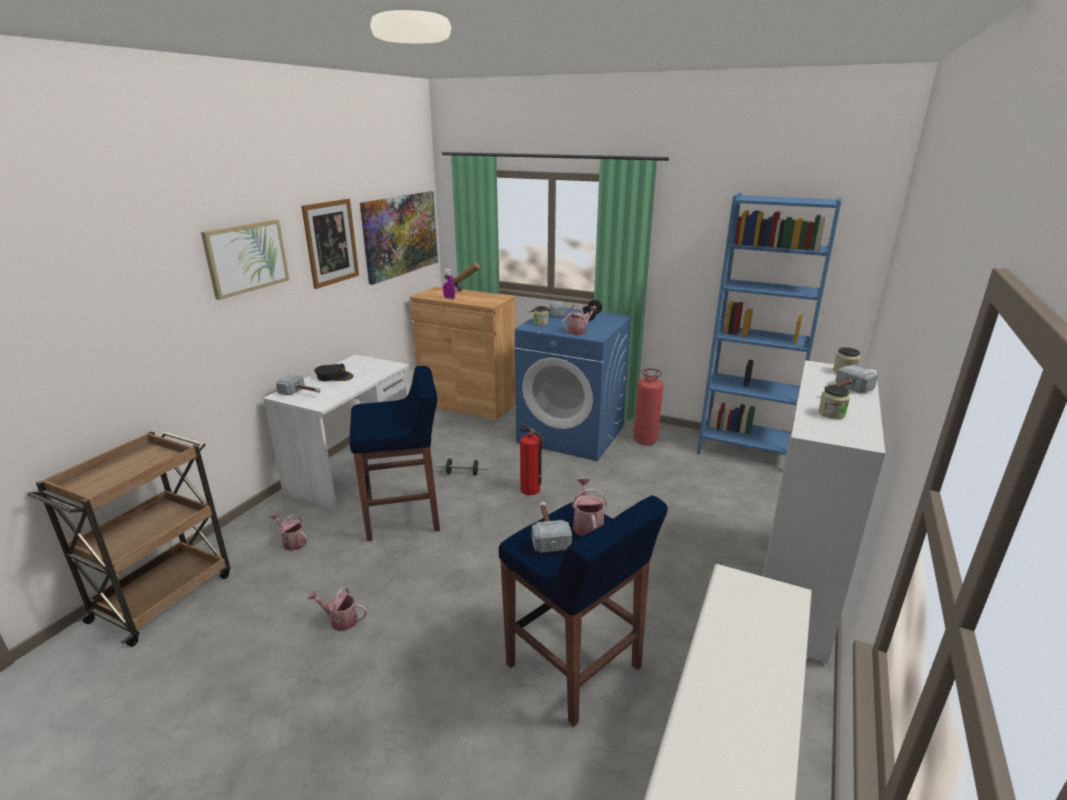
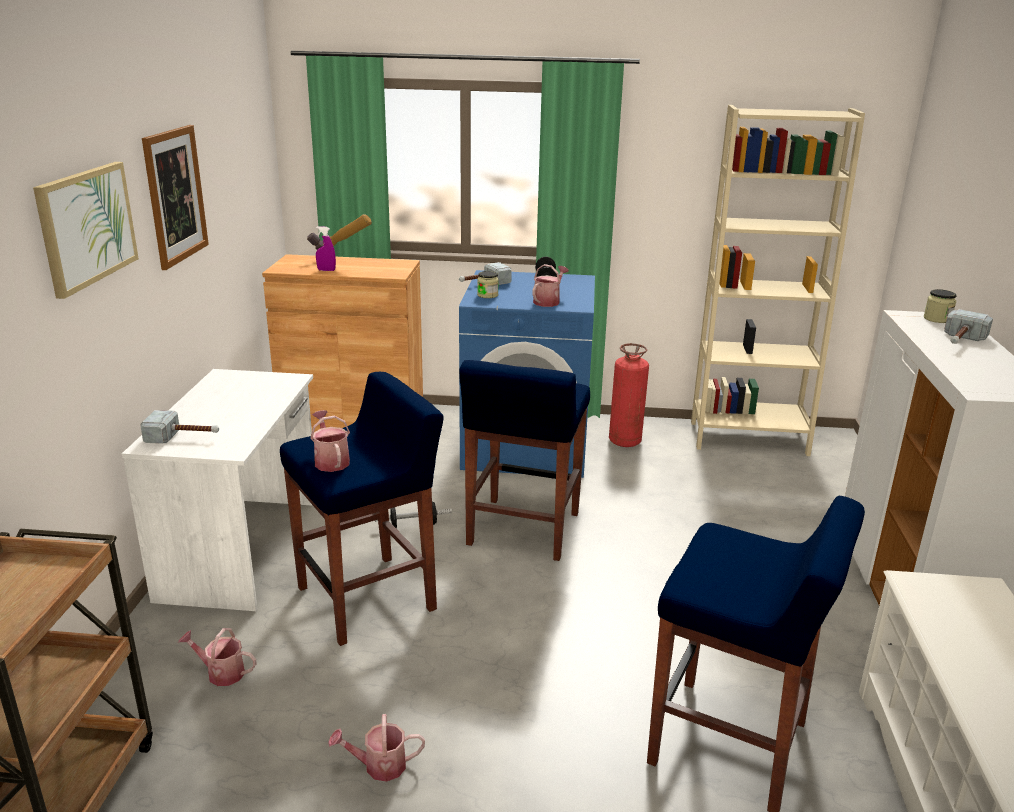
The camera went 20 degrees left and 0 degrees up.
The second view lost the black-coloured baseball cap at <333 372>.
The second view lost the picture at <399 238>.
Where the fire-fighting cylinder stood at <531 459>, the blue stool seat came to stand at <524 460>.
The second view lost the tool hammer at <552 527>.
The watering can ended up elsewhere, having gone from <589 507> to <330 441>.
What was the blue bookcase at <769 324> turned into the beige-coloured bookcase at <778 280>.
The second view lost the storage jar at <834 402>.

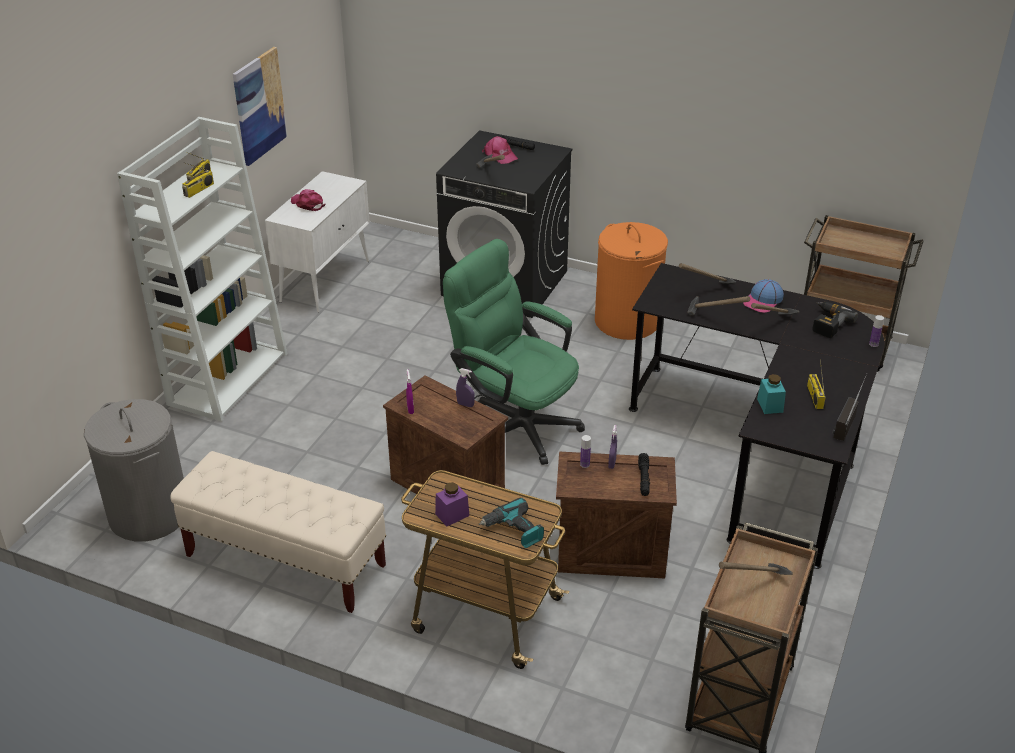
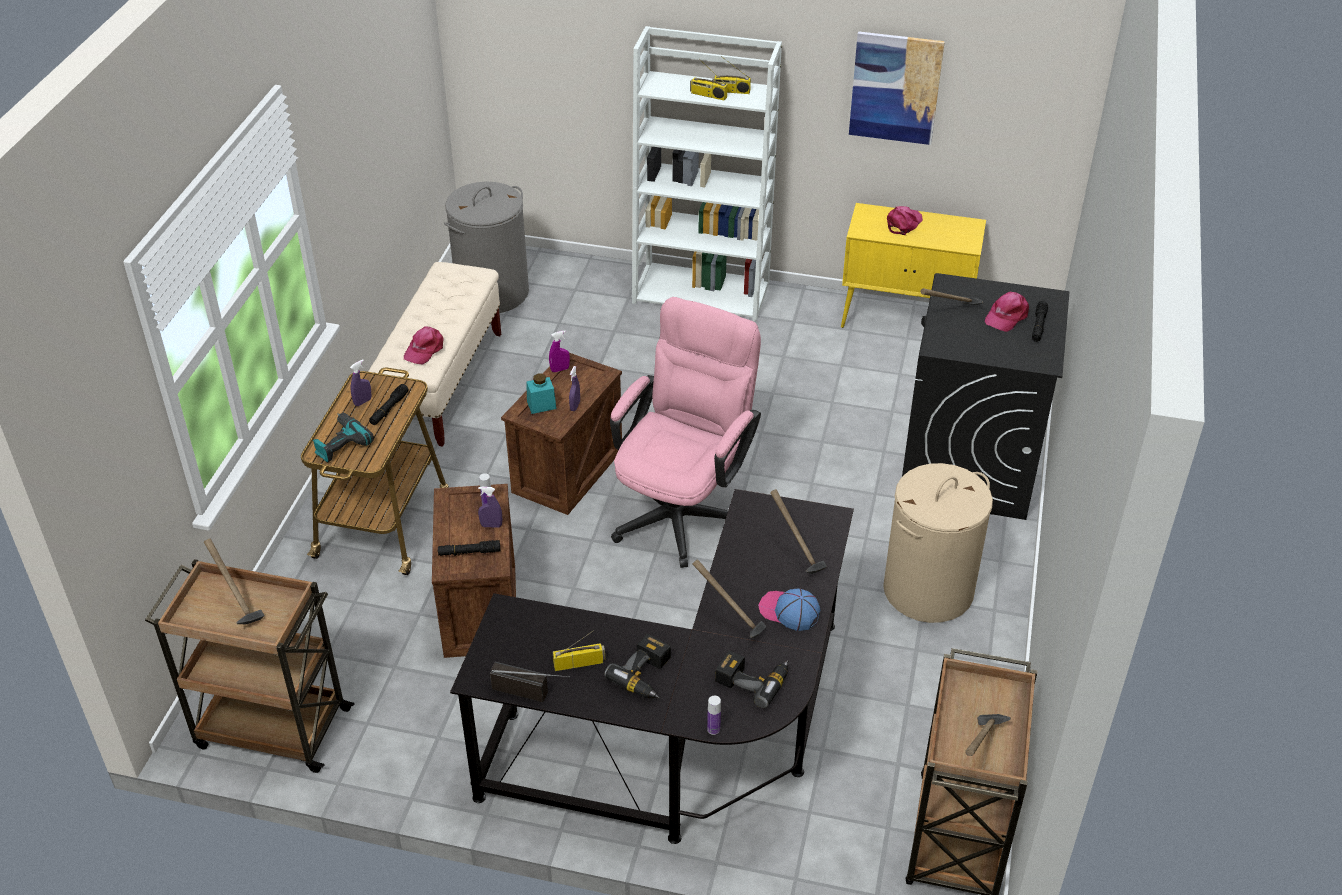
The camera went 80 degrees right and 5 degrees up.
What was the whitish cabinet at <317 242> turned into the yellow-coloured cabinet at <913 265>.
Where the purplish storage jar stood at <452 504>, the purplish spray bottle came to stand at <360 382>.
What was the green office chair at <514 352> turned into the pink-coloured office chair at <685 432>.
What was the orange-coloured washing basket at <631 281> turned into the beige-coloured washing basket at <938 543>.
The tool hammer ended up elsewhere, having gone from <718 305> to <988 735>.
The turquoise storage jar ended up elsewhere, having gone from <771 394> to <541 393>.
The second view gained the black-coloured torch at <389 404>.
The second view gained the pink-coloured baseball cap at <424 345>.
The second view gained the drill at <637 666>.

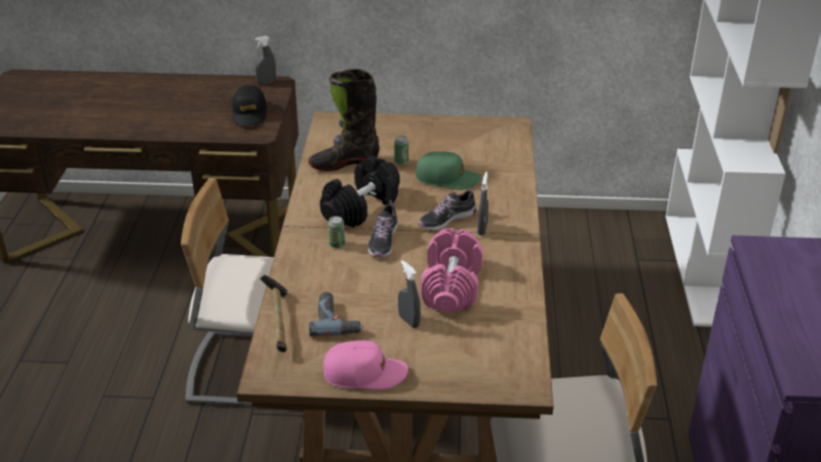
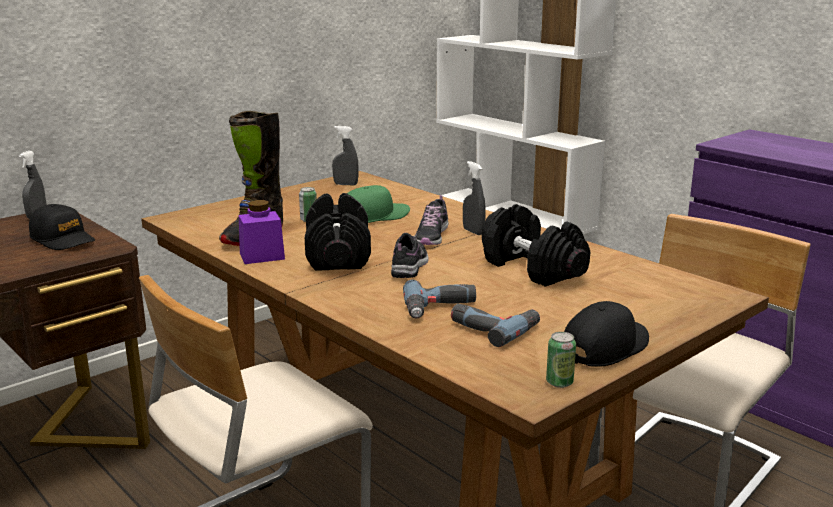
The camera went 45 degrees left and 15 degrees down.
The second view lost the tool hammer at <274 313>.
What was the pink-coloured baseball cap at <365 365> turned into the black-coloured baseball cap at <606 334>.
The can ended up elsewhere, having gone from <336 232> to <561 360>.
The shoe at <383 228> ended up facing another way, 135 degrees counterclockwise from before.
The gray spray bottle ended up elsewhere, having gone from <409 294> to <345 155>.
What was the pink-coloured free weight at <452 270> turned into the black-coloured free weight at <536 245>.
The second view gained the purplish storage jar at <262 232>.
The second view gained the drill at <439 299>.

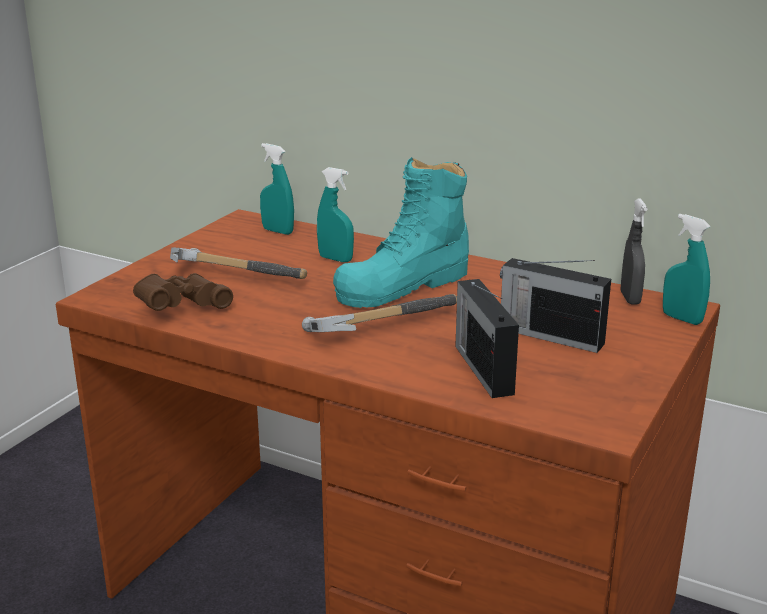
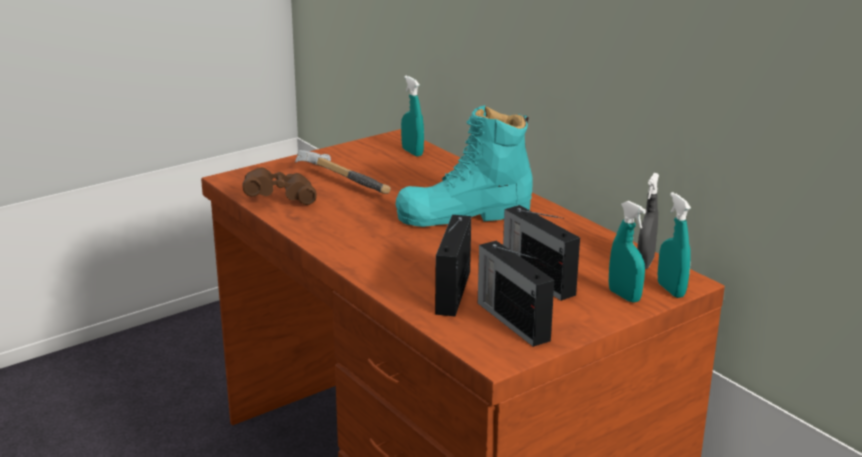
The camera went 25 degrees right and 0 degrees up.
The second view lost the tool hammer at <379 313>.
The turquoise spray bottle ended up elsewhere, having gone from <335 214> to <627 252>.
The second view gained the radio at <516 294>.

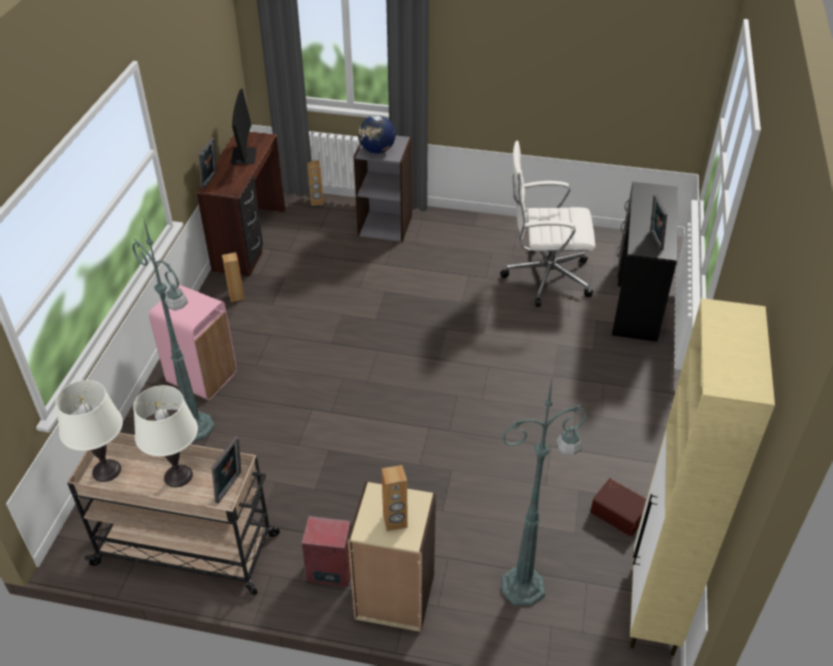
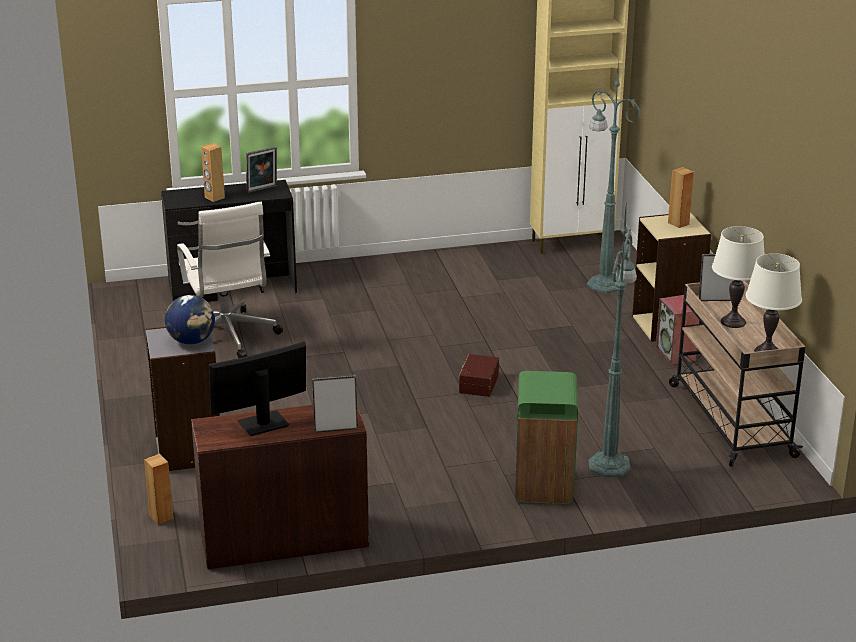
The camera went 115 degrees left and 15 degrees down.
What was the pink-coloured waste bin at <193 342> turned into the green waste bin at <546 437>.
The brown-coloured audio speaker ended up elsewhere, having gone from <233 277> to <213 172>.
The brown-coloured storage box ended up elsewhere, having gone from <618 507> to <479 375>.

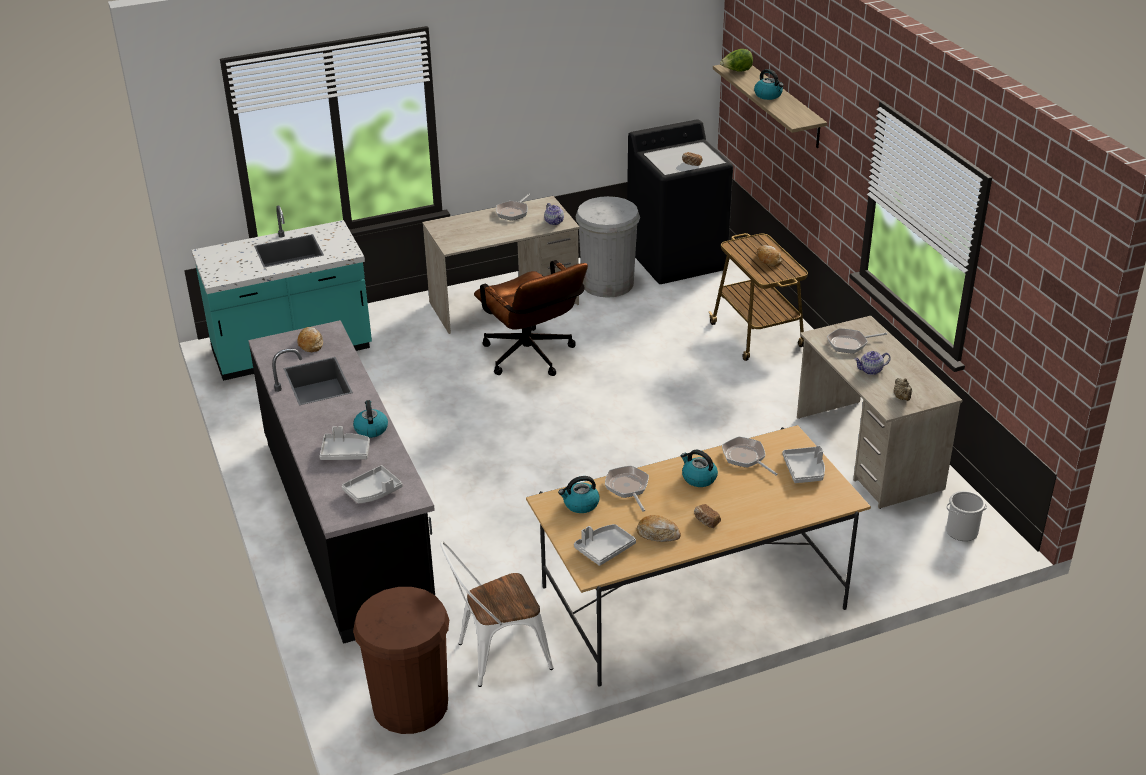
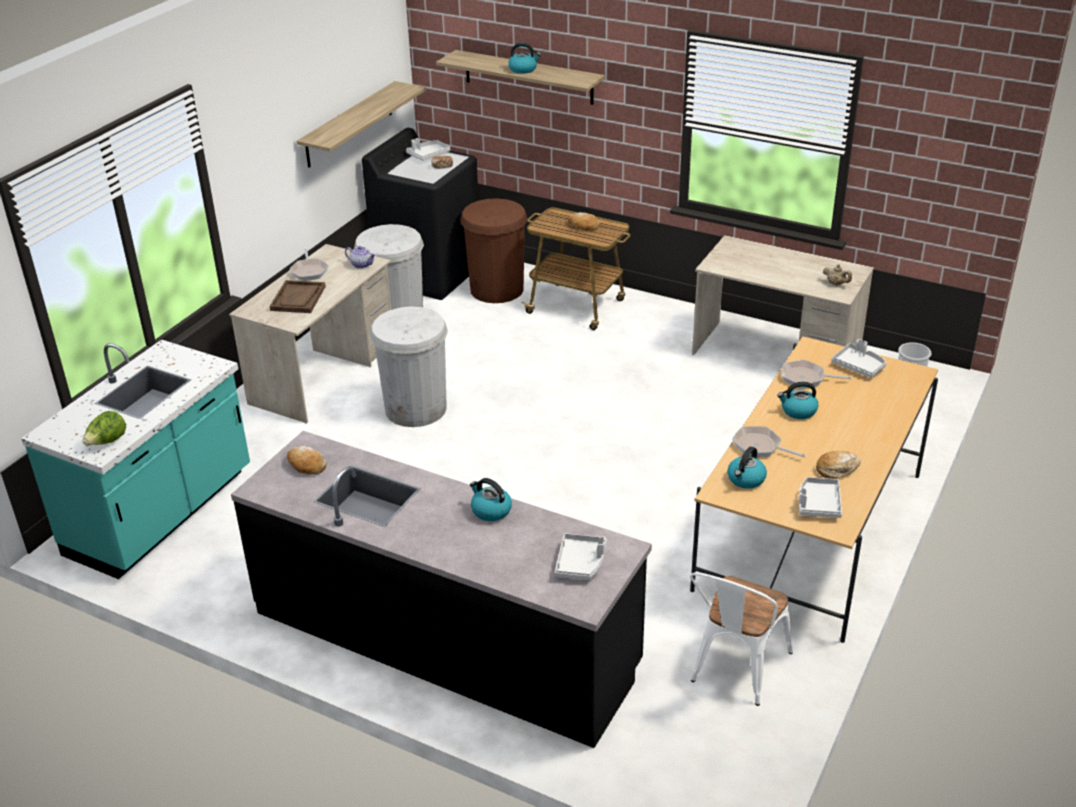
The camera went 40 degrees left and 0 degrees up.
The gray tray ended up elsewhere, having gone from <345 443> to <428 149>.
The brown-coloured waste bin ended up elsewhere, having gone from <401 660> to <494 250>.
Where the brown-coloured office chair stood at <531 318>, the whitish waste bin came to stand at <409 366>.
The second view lost the baked bread at <707 516>.
The lettuce head ended up elsewhere, having gone from <736 60> to <104 428>.
The second view lost the skillet at <857 341>.
The second view lost the teapot at <873 363>.
The second view gained the brown-coloured tray at <298 296>.
The second view gained the shelf at <361 124>.

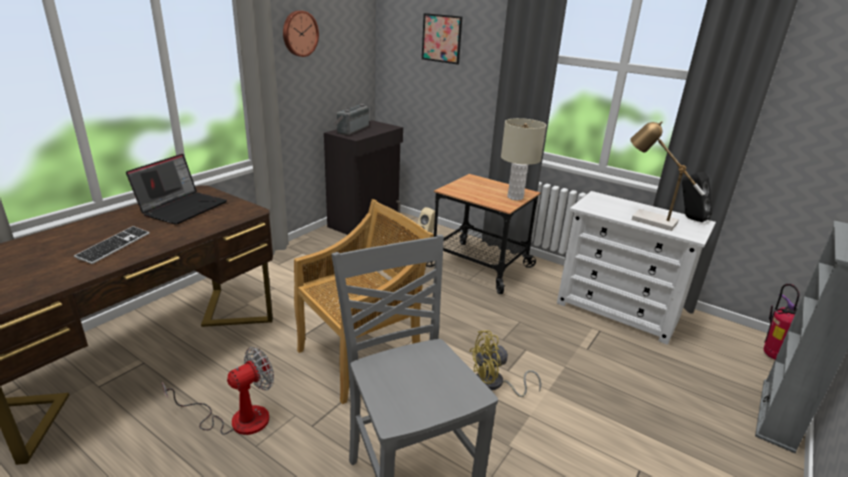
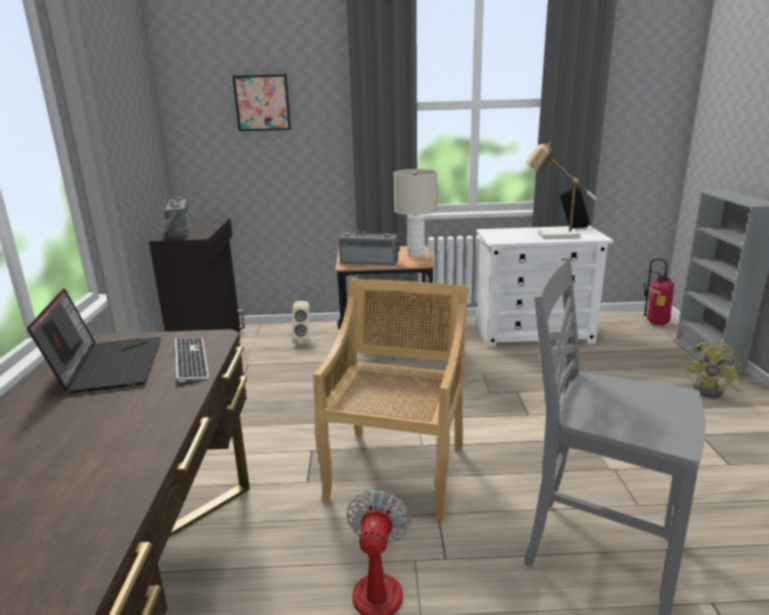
The camera went 35 degrees left and 5 degrees down.
The keyboard ended up elsewhere, having gone from <112 245> to <192 360>.
The second view lost the clock on the wall at <301 33>.
The yellow-coloured fan ended up elsewhere, having gone from <505 363> to <713 369>.
The second view gained the radio at <369 248>.

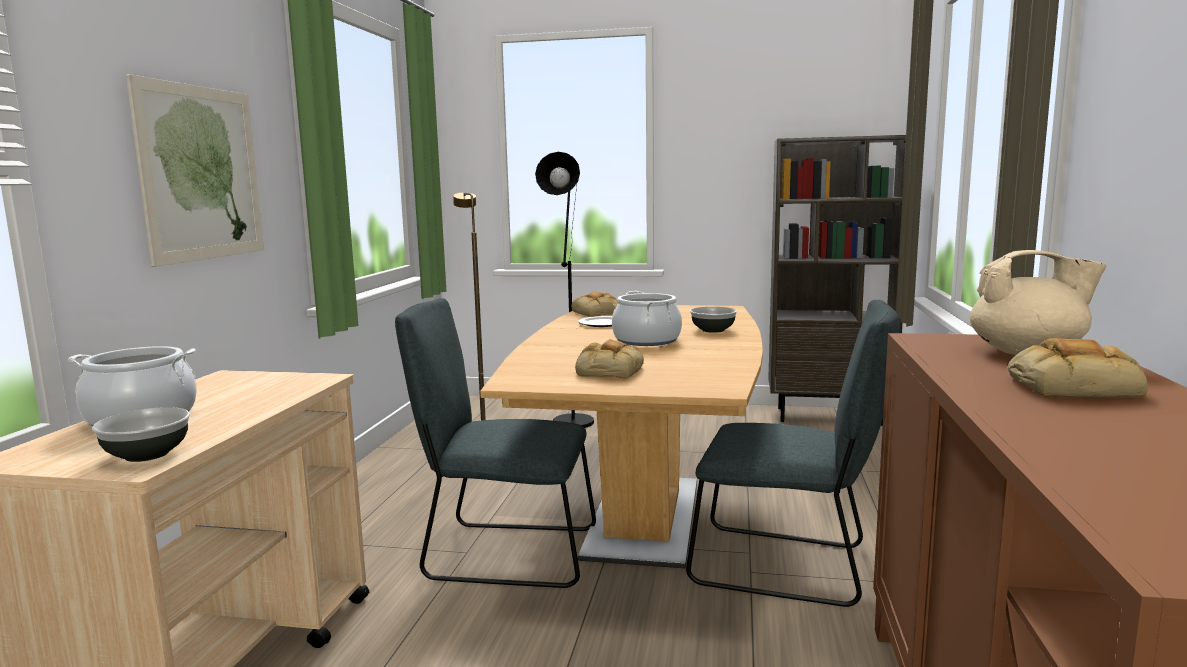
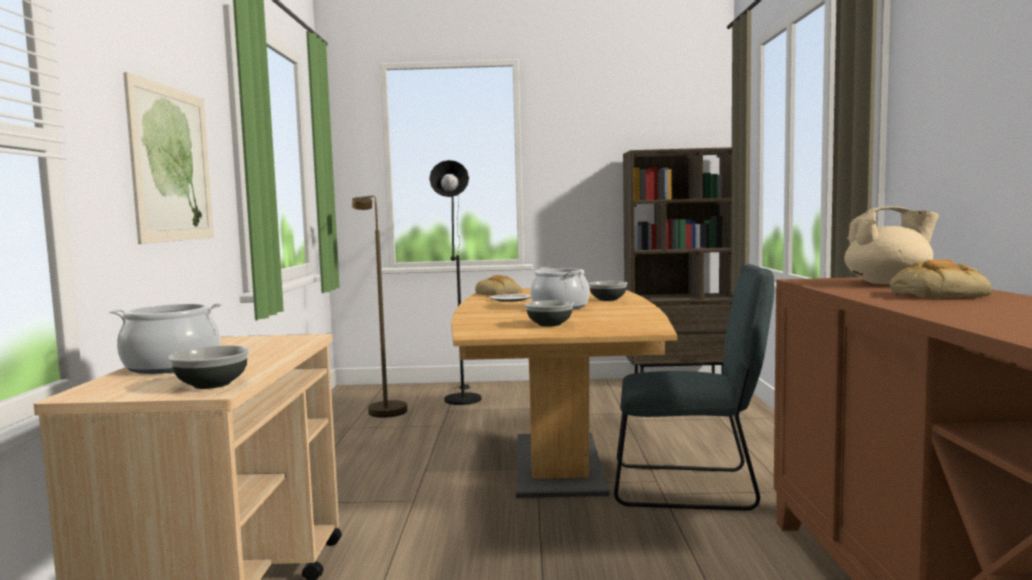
The camera went 10 degrees left and 5 degrees down.
The second view lost the gray upright chair at <495 443>.
Where the baked bread stood at <609 358>, the bowl came to stand at <549 313>.

